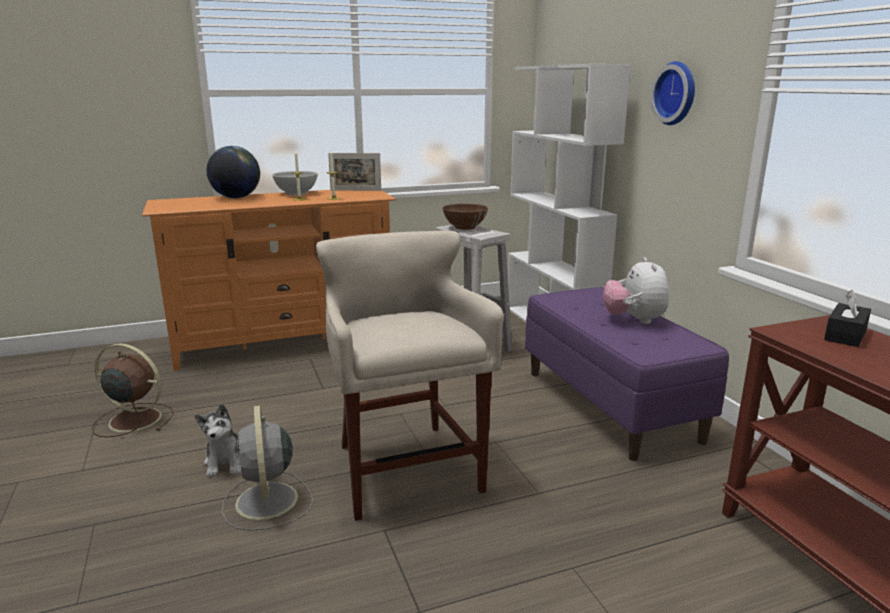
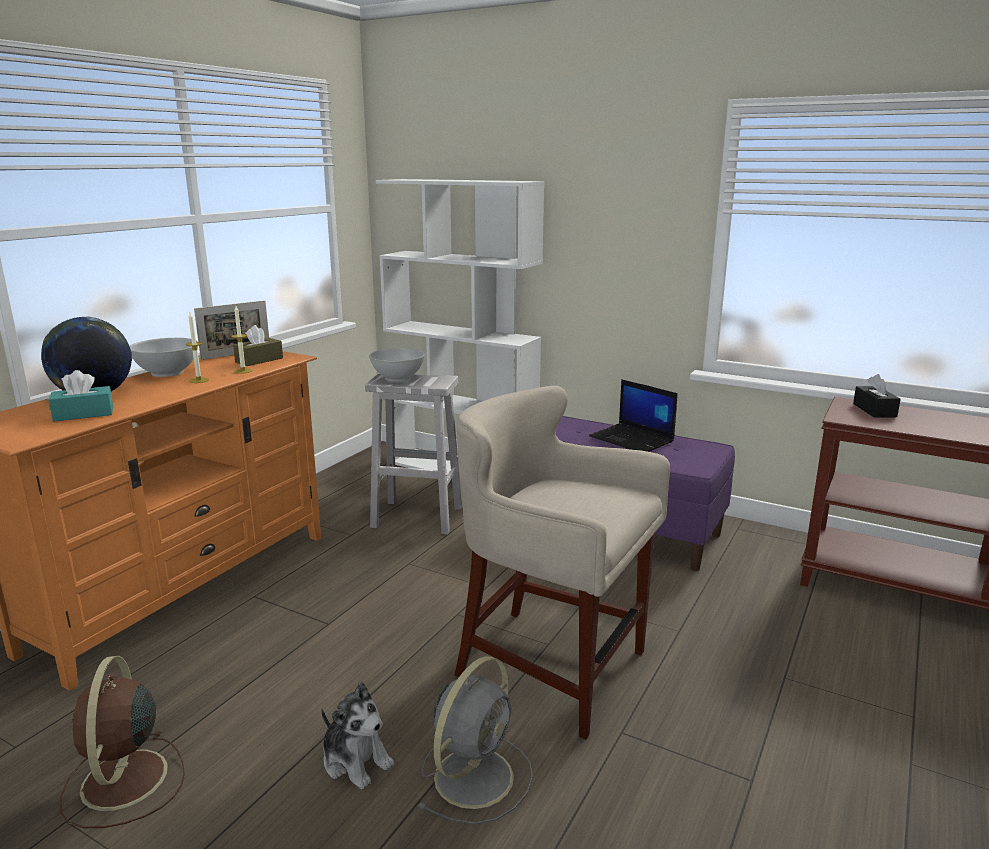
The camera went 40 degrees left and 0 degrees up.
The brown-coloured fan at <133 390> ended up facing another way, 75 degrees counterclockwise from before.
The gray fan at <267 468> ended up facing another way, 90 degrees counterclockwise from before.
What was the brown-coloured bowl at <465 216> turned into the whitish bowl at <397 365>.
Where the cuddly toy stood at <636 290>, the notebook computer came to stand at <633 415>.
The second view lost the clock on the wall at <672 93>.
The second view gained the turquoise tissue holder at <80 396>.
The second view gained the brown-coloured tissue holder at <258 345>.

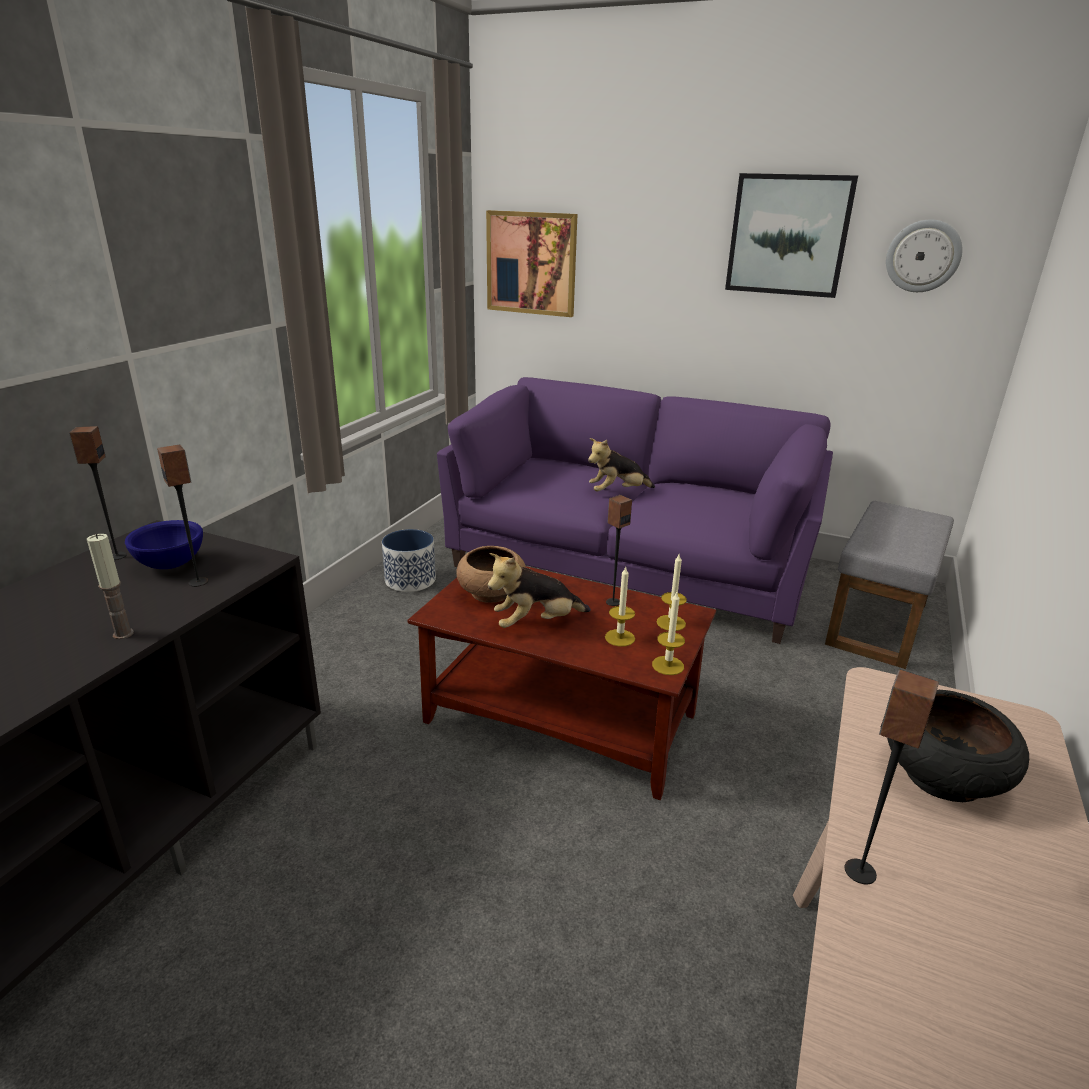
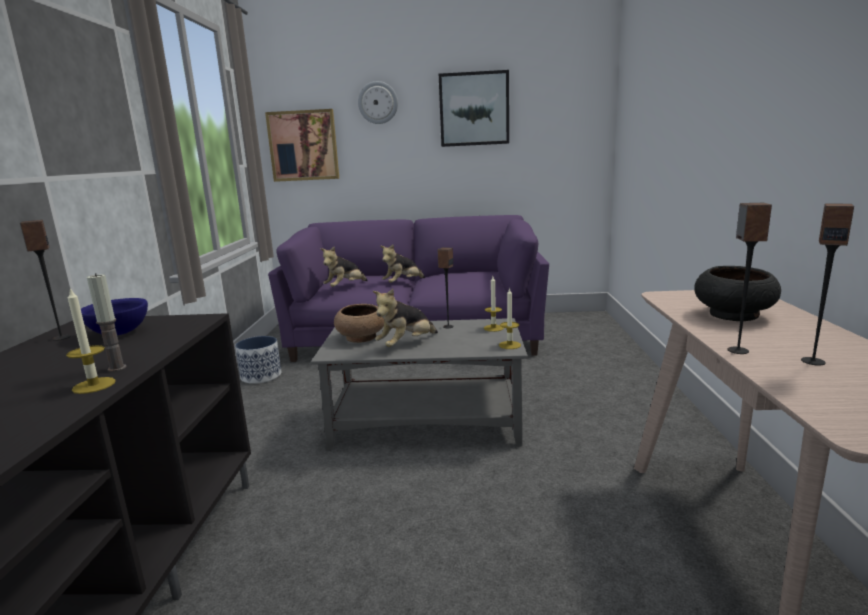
The camera went 20 degrees left and 10 degrees down.
The audio speaker ended up elsewhere, having gone from <182 516> to <827 284>.
What was the brown-coloured lounge table at <561 683> turned into the gray lounge table at <419 384>.
The wax light ended up elsewhere, having gone from <620 607> to <91 341>.
The second view lost the gray ottoman at <889 585>.
The clock on the wall ended up elsewhere, having gone from <924 255> to <378 102>.
The second view gained the cuddly toy at <344 267>.

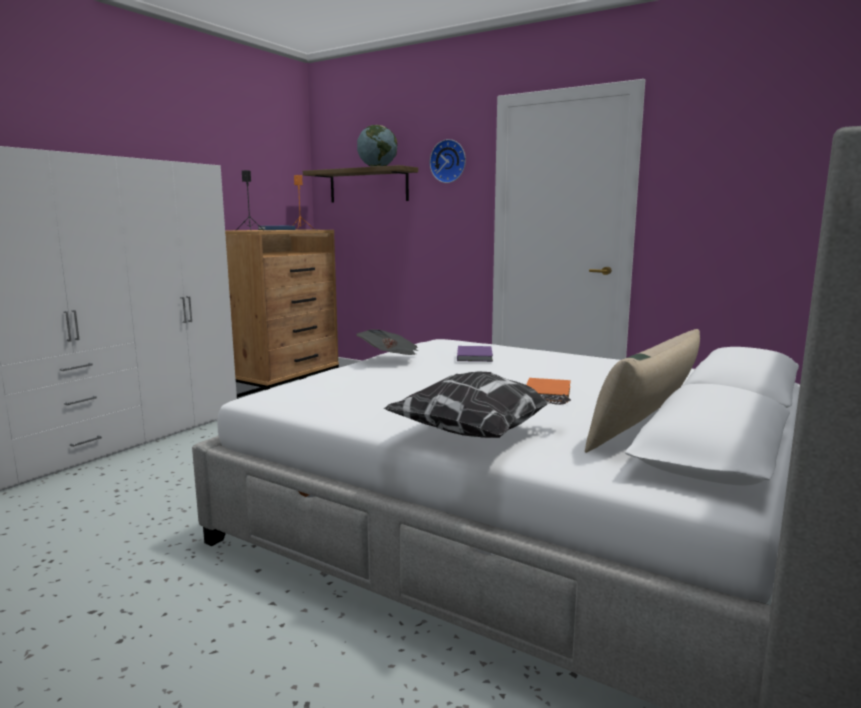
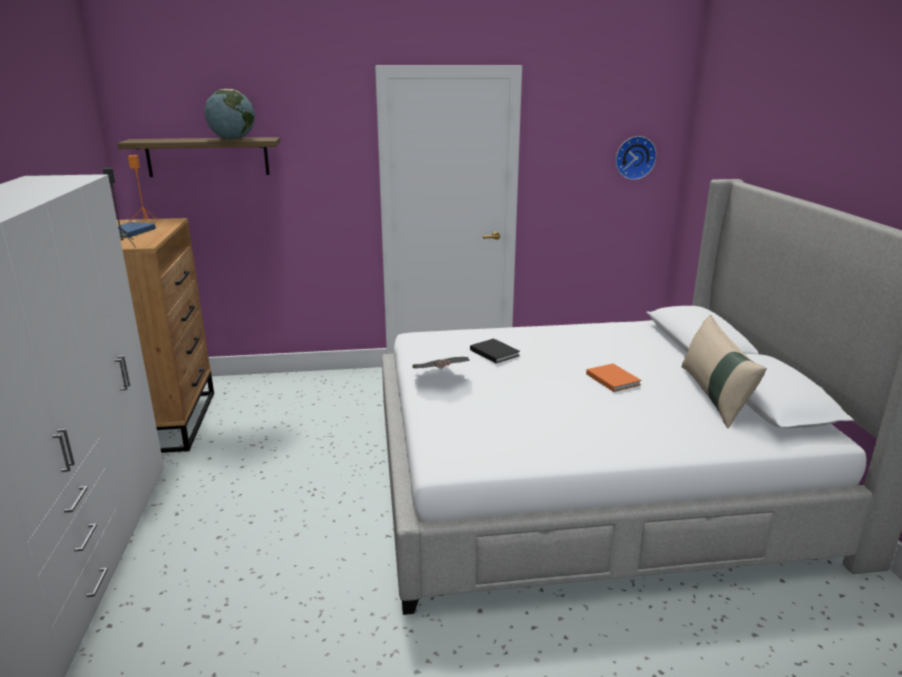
The camera went 40 degrees left and 10 degrees up.
The second view lost the pillow at <477 404>.
The clock on the wall ended up elsewhere, having gone from <448 161> to <636 158>.
What was the purplish volume at <475 354> turned into the black-coloured volume at <495 350>.

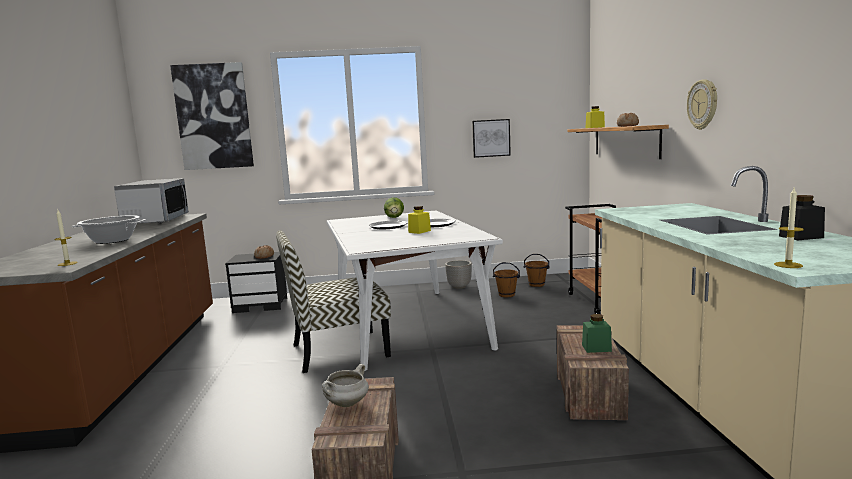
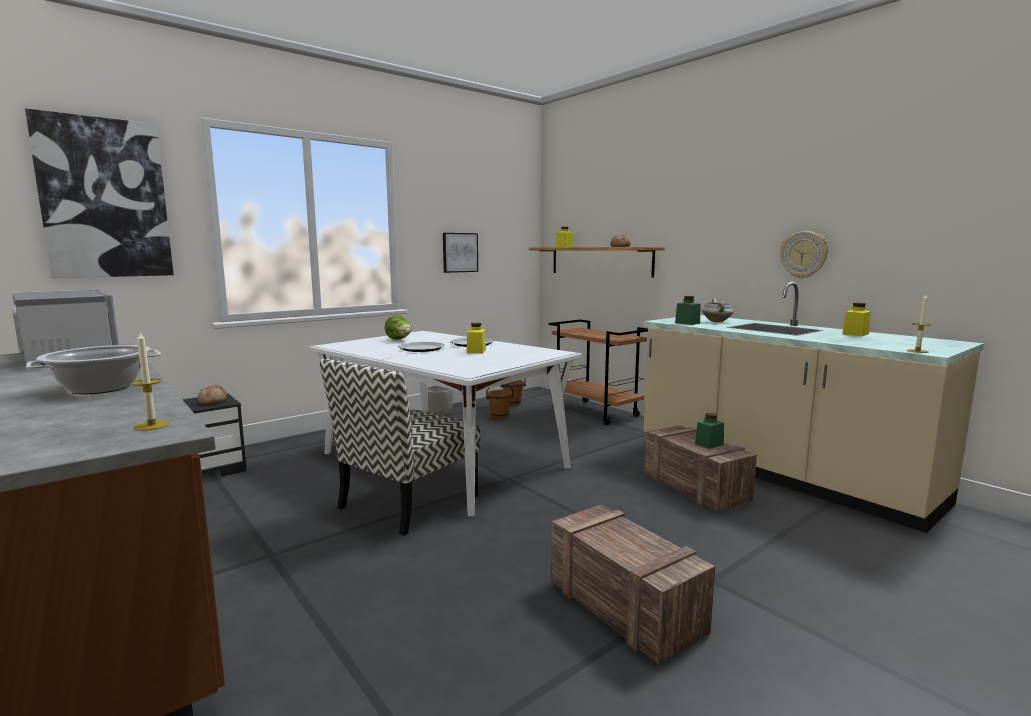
The camera went 35 degrees left and 0 degrees up.
The whitish saucepot ended up elsewhere, having gone from <345 385> to <717 310>.
The clock on the wall ended up elsewhere, having gone from <702 104> to <804 255>.
What was the black-coloured storage jar at <802 218> turned into the yellow-coloured storage jar at <857 319>.
The second view gained the green storage jar at <687 310>.

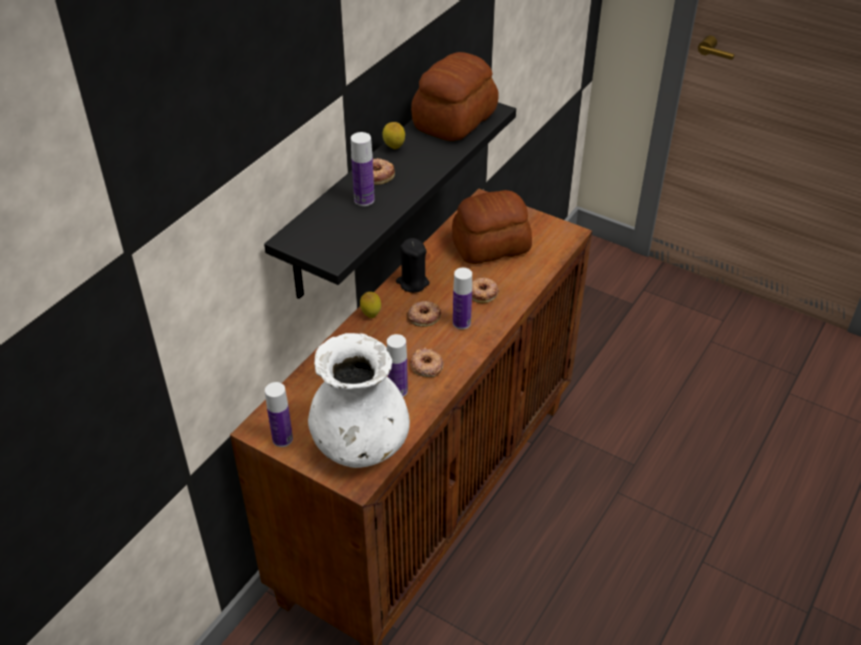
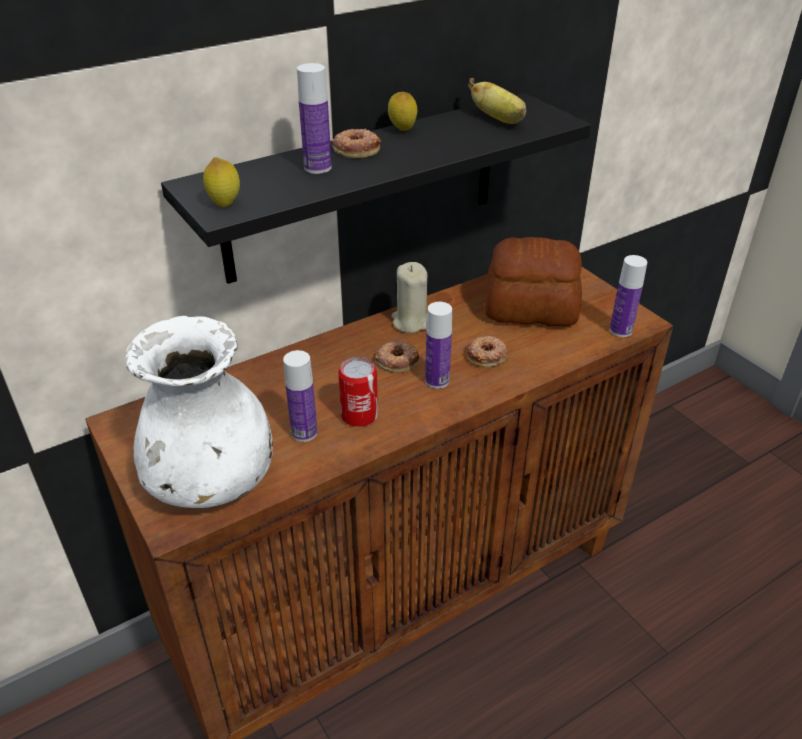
The camera went 25 degrees right and 5 degrees down.
The bottle ended up elsewhere, having gone from <279 414> to <628 296>.
The citrus fruit ended up elsewhere, having gone from <370 305> to <221 182>.
What was the black-coloured wax light at <412 265> turned into the beige-coloured wax light at <410 297>.
Where the ring doughnut stood at <426 362>, the can came to stand at <358 392>.
Where the baked bread stood at <454 96>, the banana fruit came to stand at <497 101>.

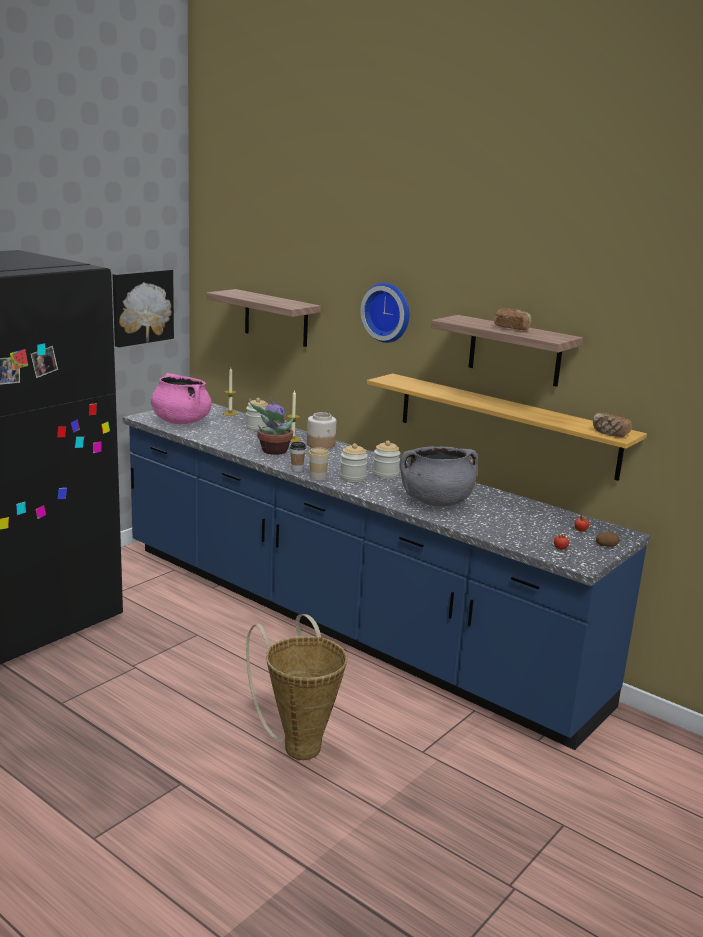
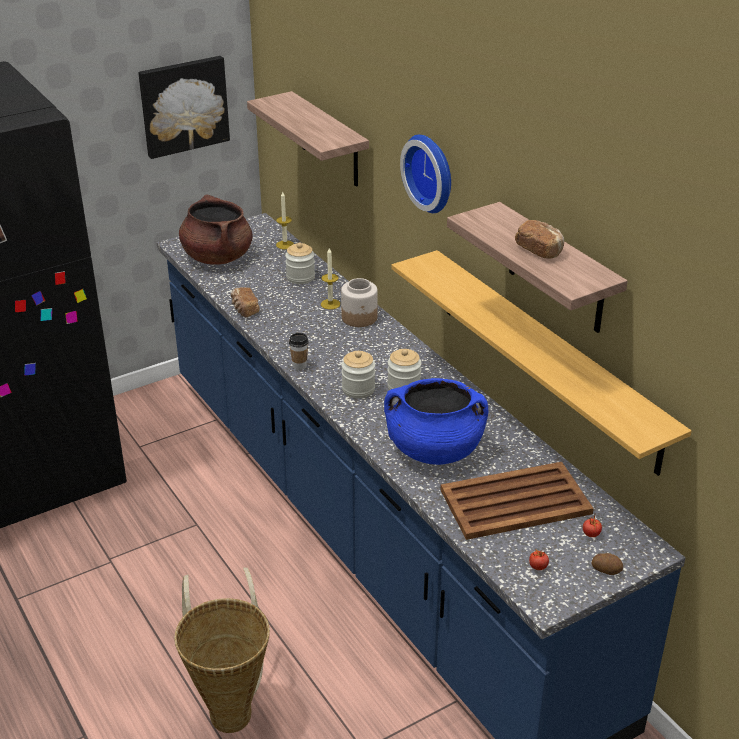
The camera went 20 degrees right and 15 degrees up.
What was the pink-coloured saucepot at <181 398> turned into the brown-coloured saucepot at <216 229>.
The second view lost the houseplant at <271 426>.
The second view lost the drinking cup at <319 463>.
What was the gray saucepot at <439 476> turned into the blue saucepot at <436 421>.
The baked bread ended up elsewhere, having gone from <612 425> to <245 302>.
The second view gained the brown-coloured tray at <517 501>.

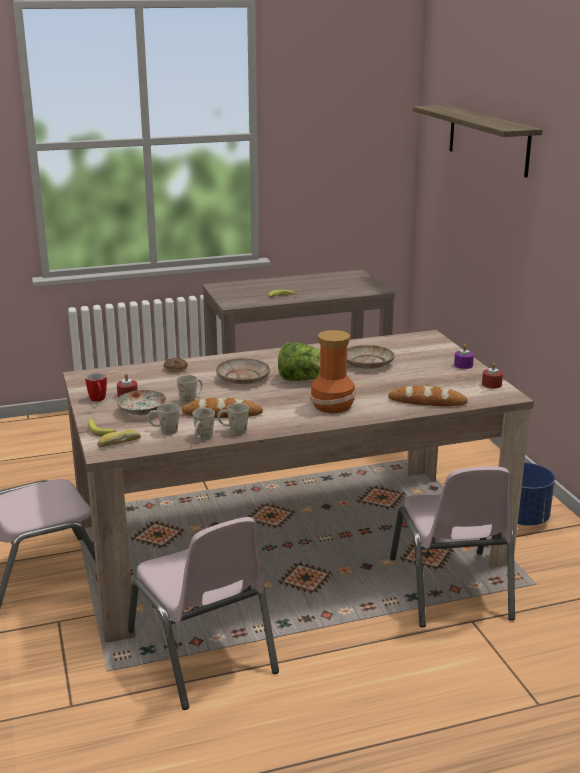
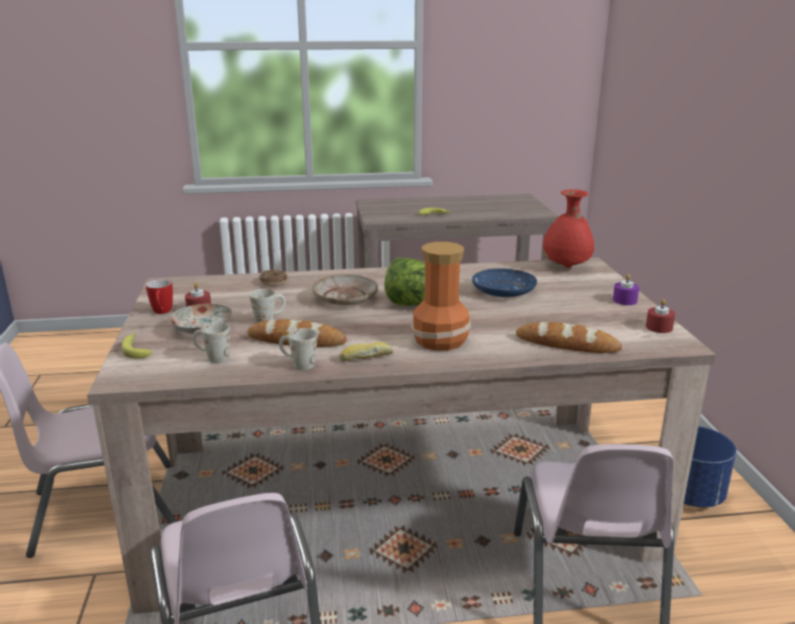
The camera went 10 degrees right and 0 degrees up.
The baked bread ended up elsewhere, having gone from <119 438> to <366 351>.
The second view lost the whitish coffee mug at <203 424>.
What was the beige-coloured plate at <371 357> turned into the blue plate at <504 282>.
The second view lost the shelf at <478 141>.
The second view gained the reddish vase at <568 229>.

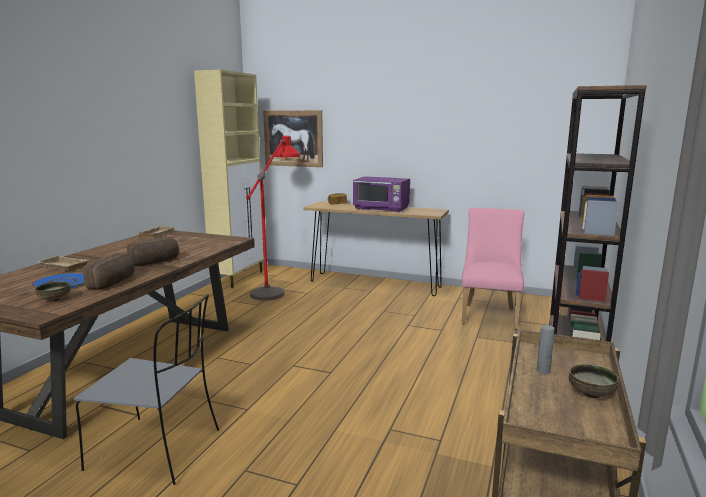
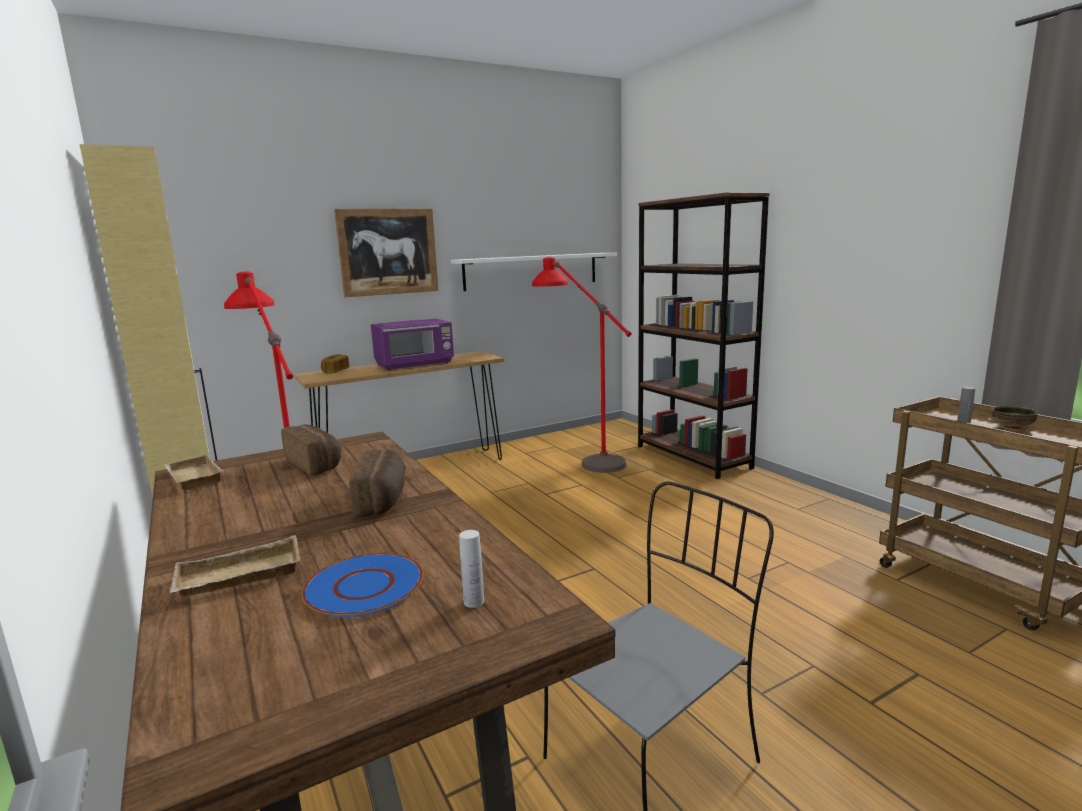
The camera went 50 degrees left and 0 degrees up.
Where the bowl stood at <52 291>, the whitish bottle came to stand at <471 569>.
The baked bread ended up elsewhere, having gone from <109 271> to <311 450>.
The picture ended up elsewhere, having gone from <293 138> to <386 253>.
Where the pink-coloured upright chair stood at <493 269>, the reddish standard lamp came to stand at <582 365>.
The second view gained the whitish shelf at <533 272>.

